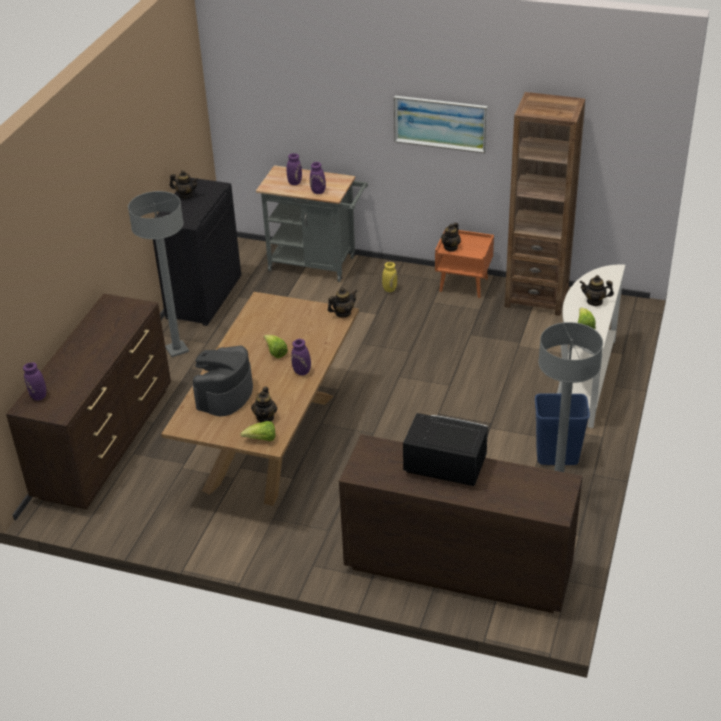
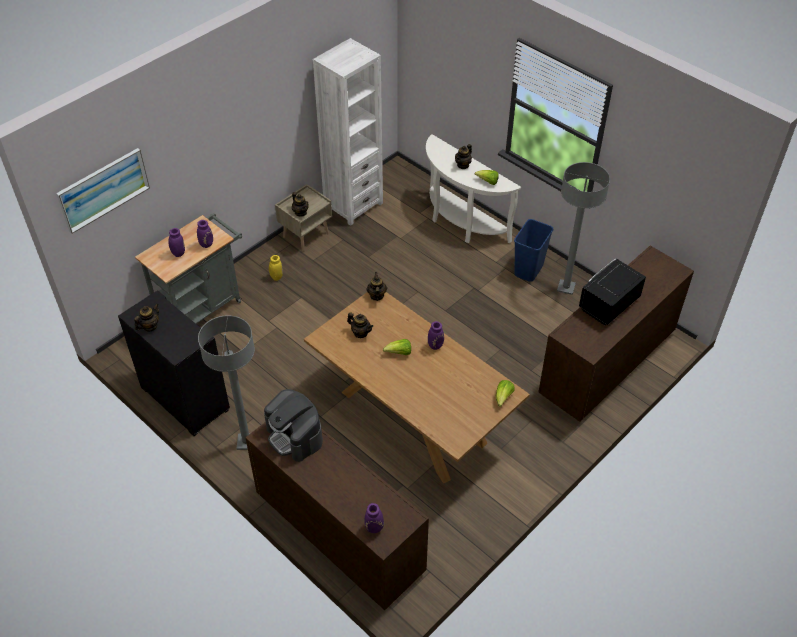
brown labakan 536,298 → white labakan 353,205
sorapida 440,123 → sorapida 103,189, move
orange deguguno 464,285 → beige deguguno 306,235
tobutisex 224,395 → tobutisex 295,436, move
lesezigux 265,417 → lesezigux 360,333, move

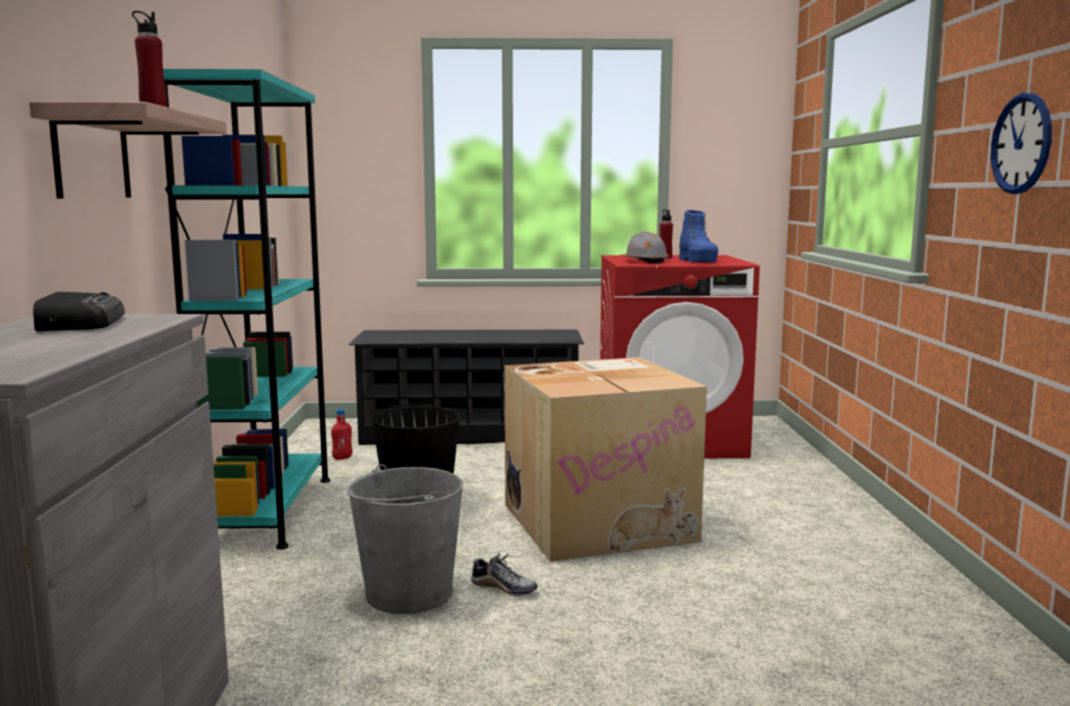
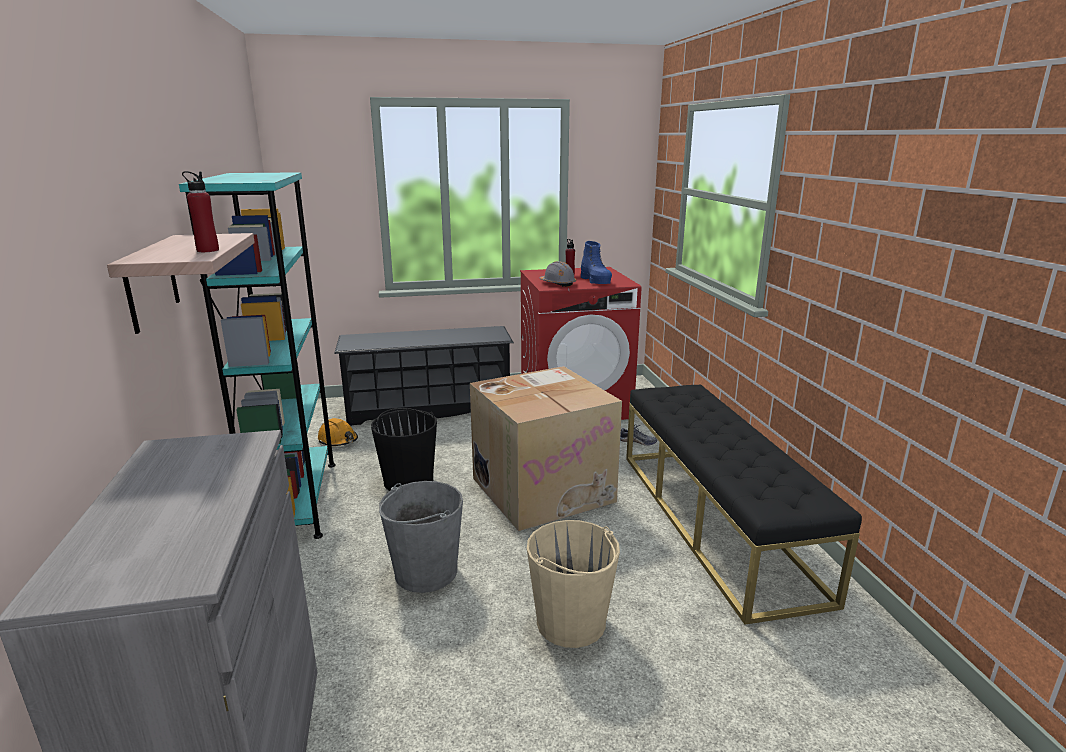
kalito 1021,144 → -
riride 80,323 → -
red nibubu 342,458 → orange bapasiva 338,440
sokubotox 504,588 → sokubotox 637,442, move
- → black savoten 715,520
- → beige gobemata 571,622

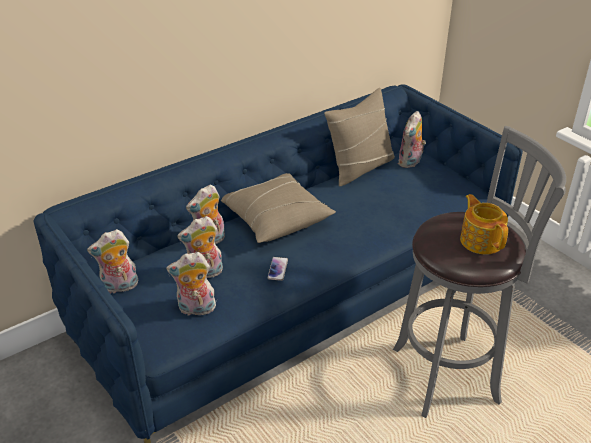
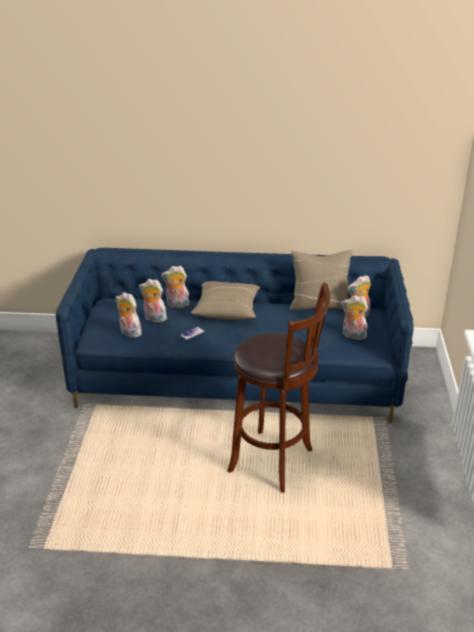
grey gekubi 451,374 → brown gekubi 275,462
lesezigux 481,240 → -
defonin 119,287 → defonin 353,336, move

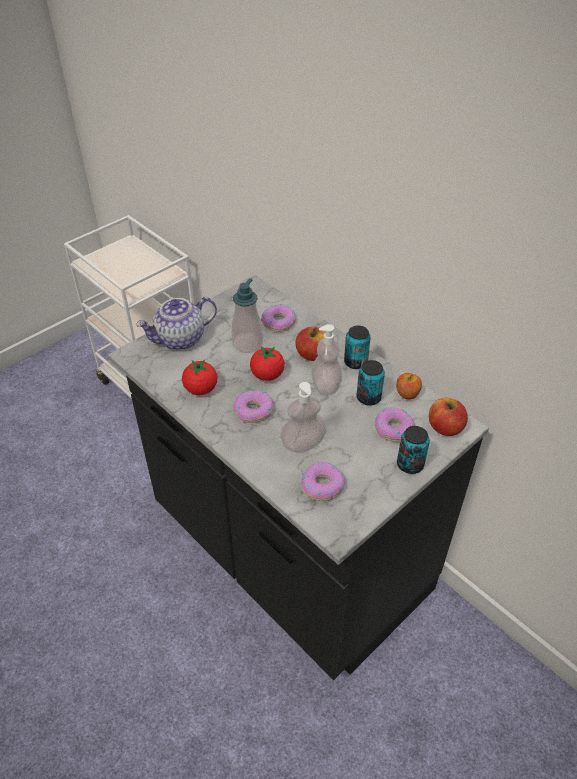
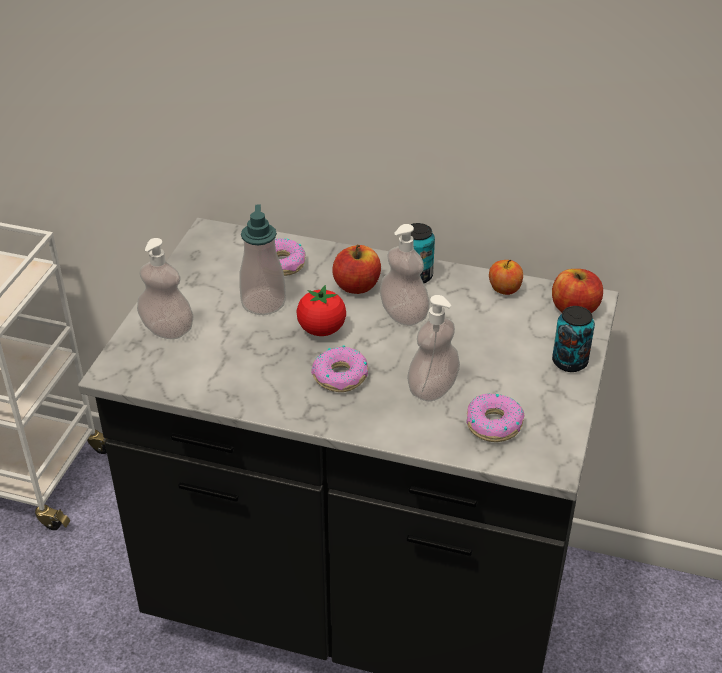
lesezigux 180,339 → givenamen 167,329
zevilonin 201,389 → -
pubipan 368,398 → -
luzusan 393,428 → -

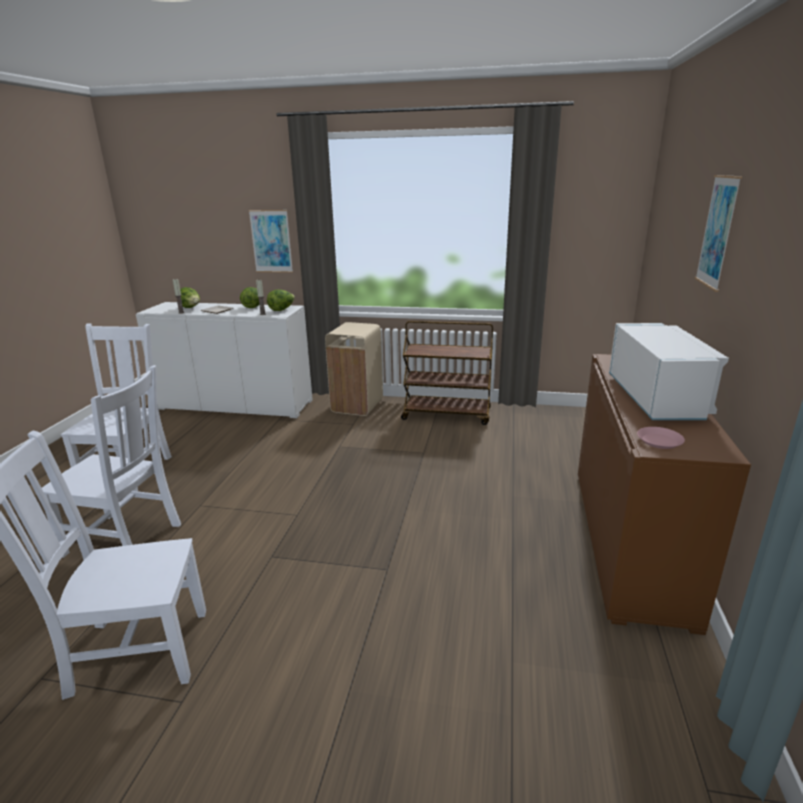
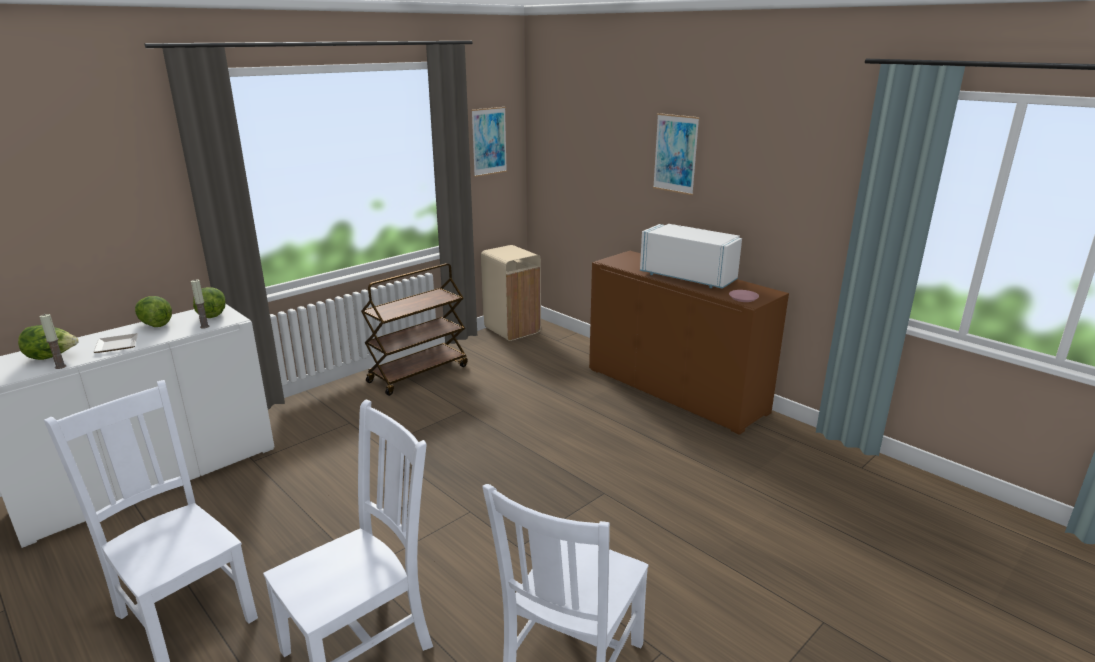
sorapida 271,241 → sorapida 489,141, move
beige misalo 358,405 → beige misalo 512,329, move

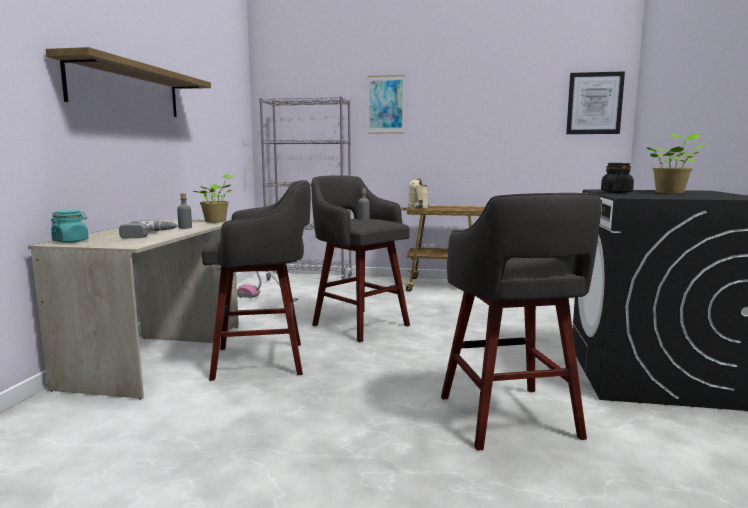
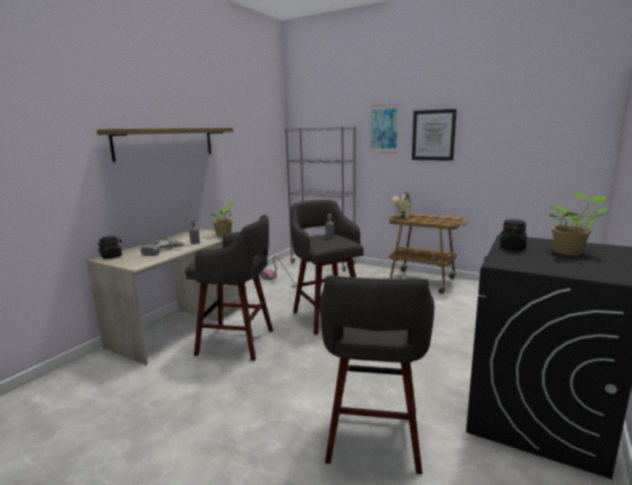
sorapida 594,103 → sorapida 433,135, move
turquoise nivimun 71,241 → black nivimun 112,257

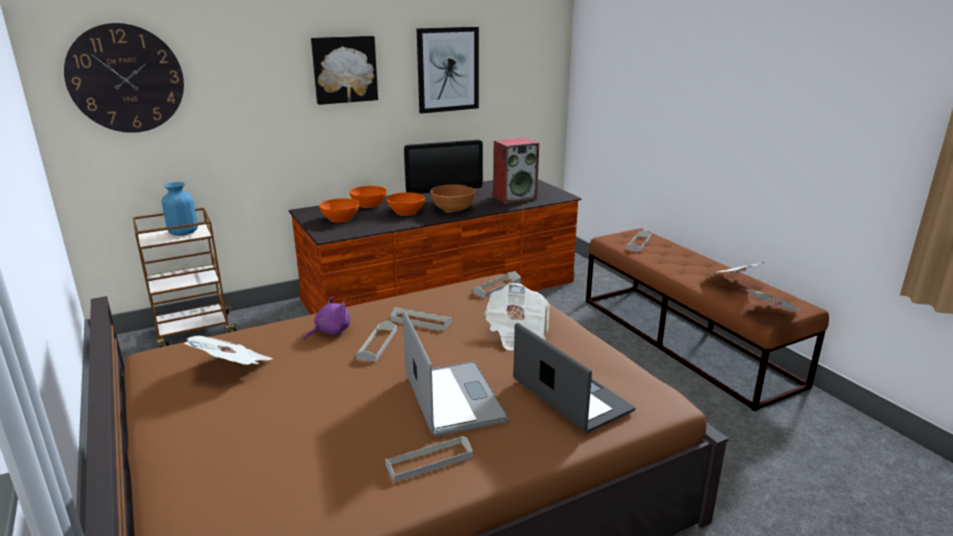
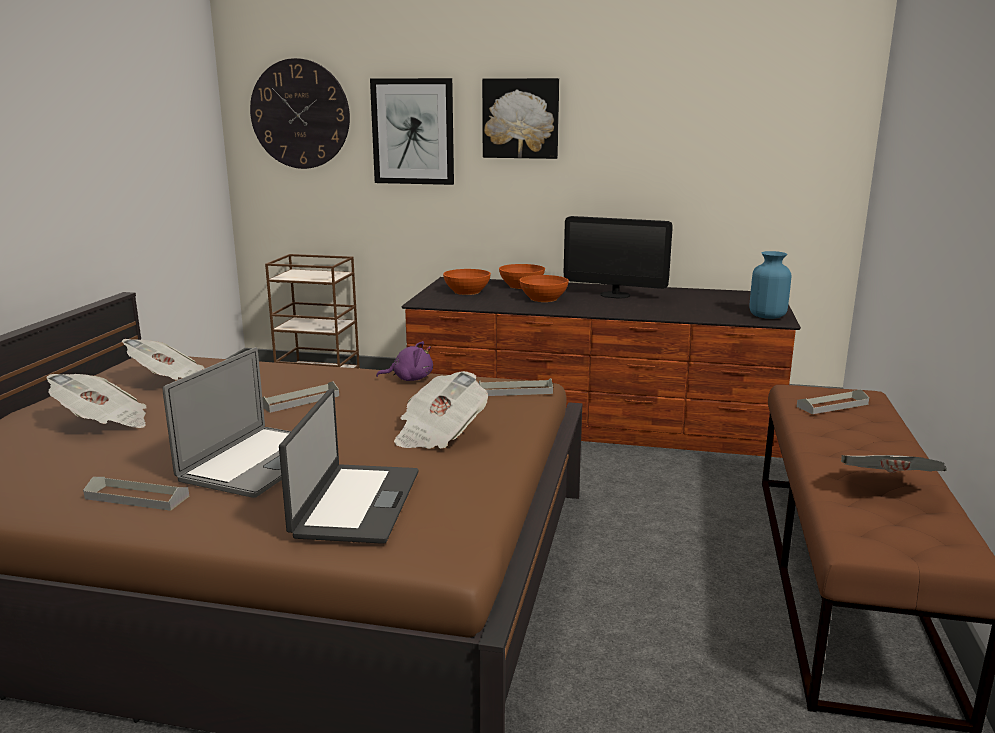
sorapida 448,69 → sorapida 413,131, move
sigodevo 515,197 → -
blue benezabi 183,232 → blue benezabi 767,316, move
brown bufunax 453,210 → -
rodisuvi 771,316 → rodisuvi 104,423, move
purple defonin 330,331 → purple defonin 410,379, move
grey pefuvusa 421,321 → -

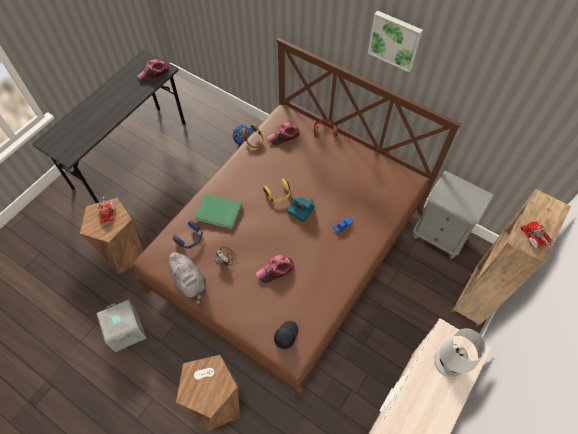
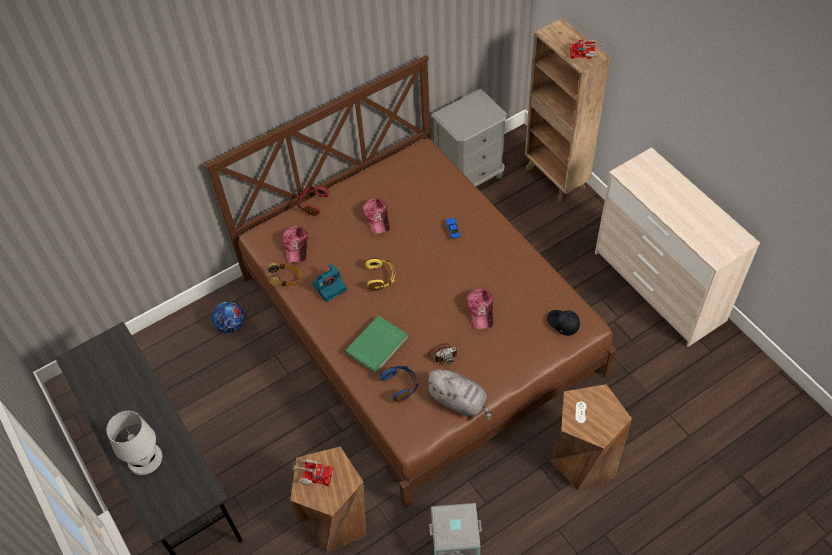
sorapida 395,40 → -
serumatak 154,73 → serumatak 377,218, move
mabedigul 301,210 → mabedigul 330,286, move
grey defonin 190,282 → grey defonin 459,401, 45 degrees clockwise
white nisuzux 450,362 → white nisuzux 145,458, move

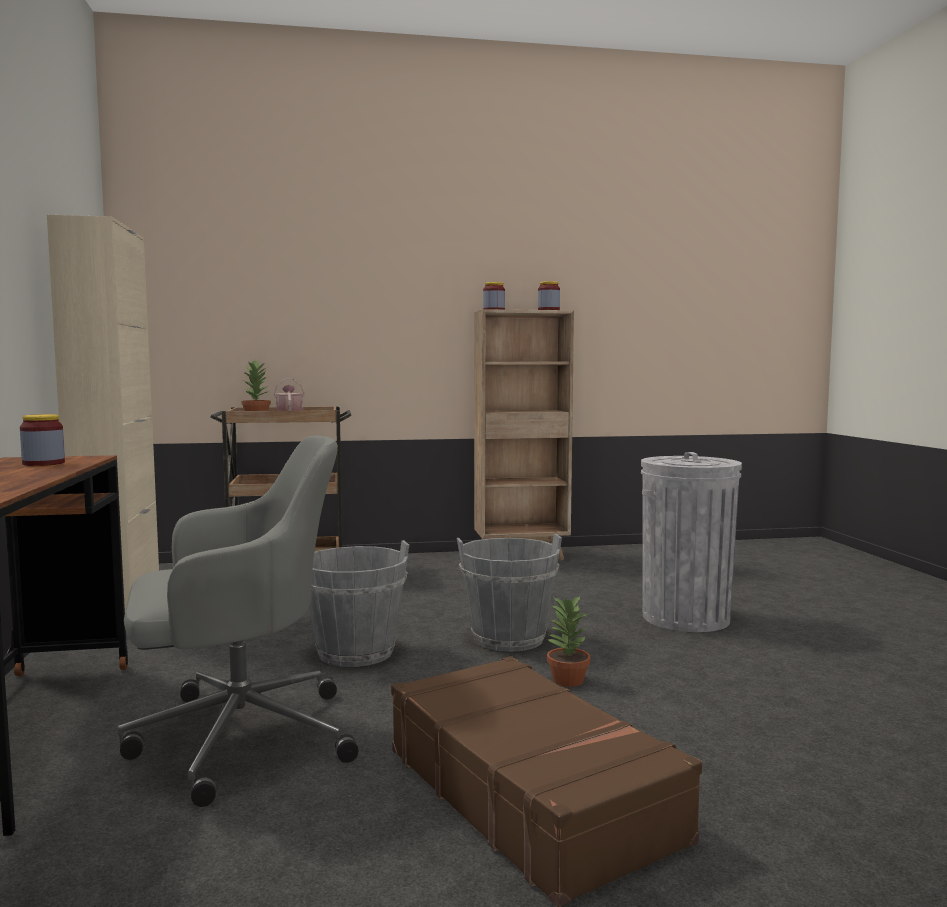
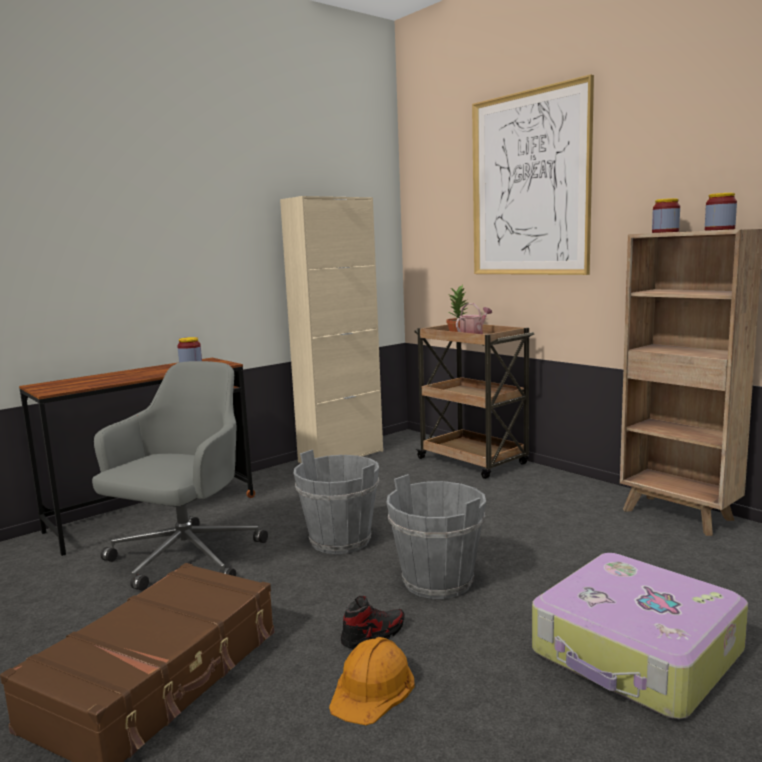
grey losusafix 237,738 → grey losusafix 184,559, 105 degrees counterclockwise
grey misalo 685,617 → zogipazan 636,654
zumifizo 567,680 → sokubotox 373,635
- → sorapida 529,184
- → orange bapasiva 372,688

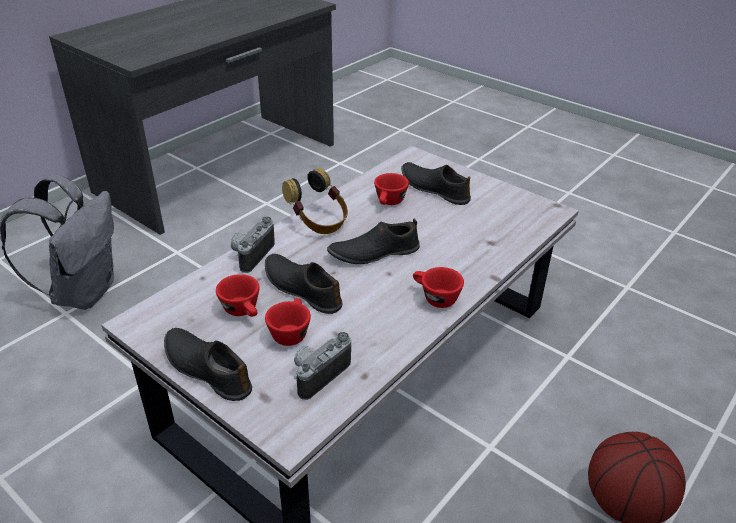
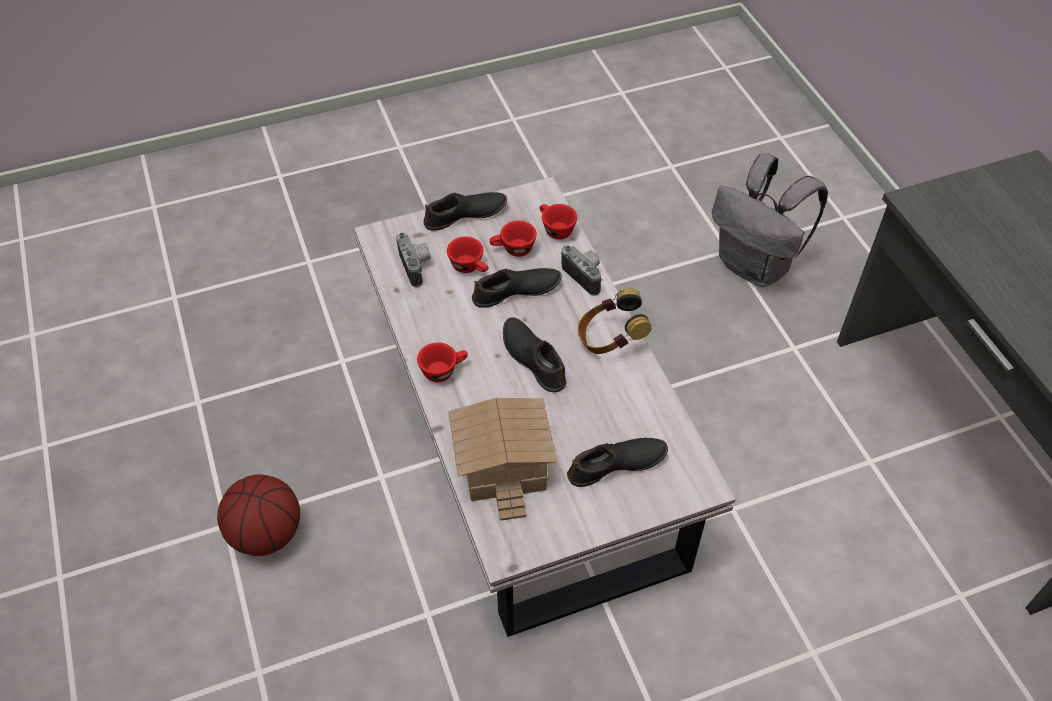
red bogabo 389,203 → red bogabo 555,229, move
black sokubotox 373,253 → black sokubotox 534,358, 45 degrees counterclockwise
- → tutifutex 505,463

